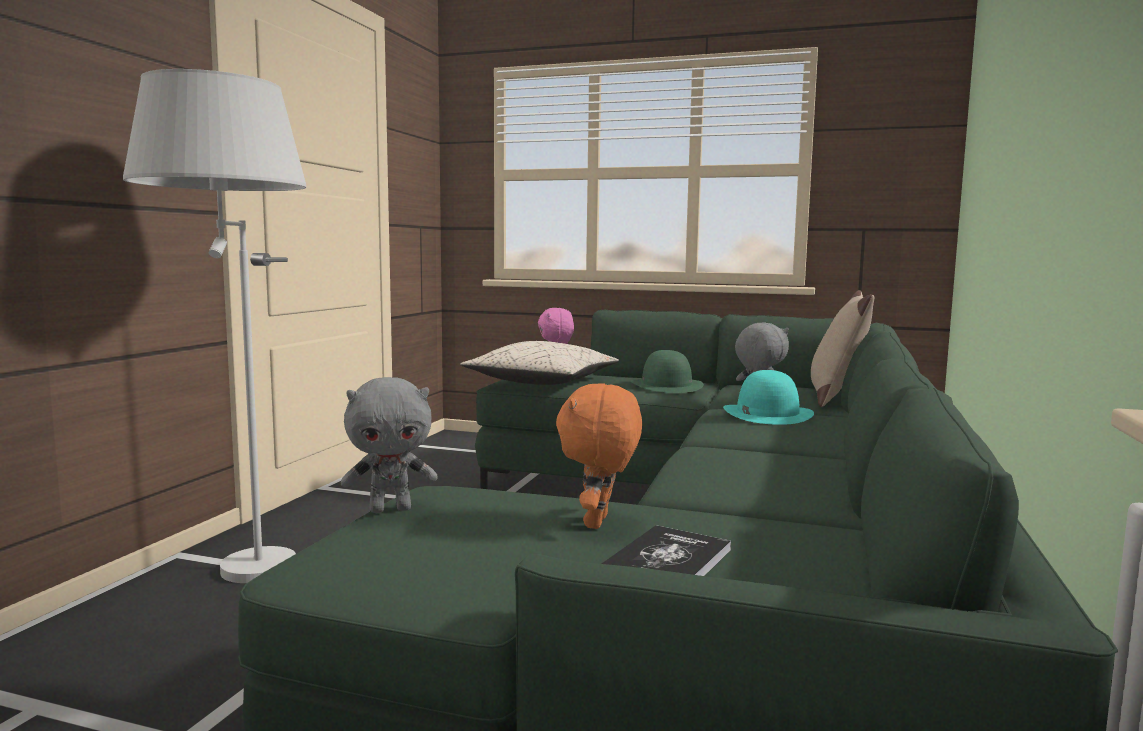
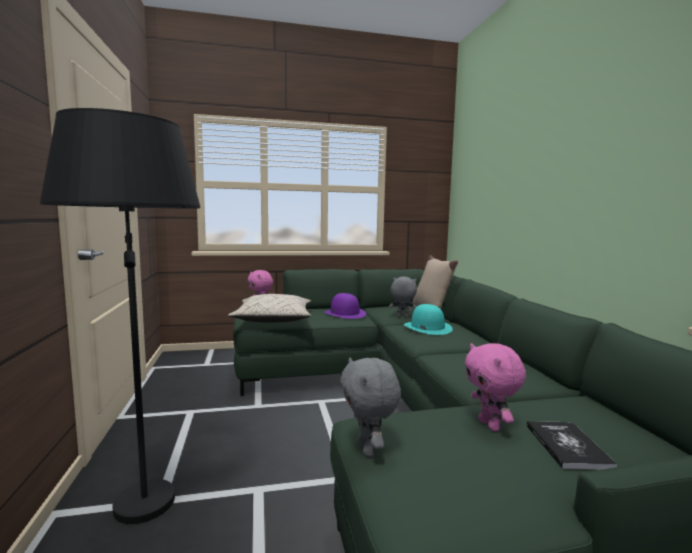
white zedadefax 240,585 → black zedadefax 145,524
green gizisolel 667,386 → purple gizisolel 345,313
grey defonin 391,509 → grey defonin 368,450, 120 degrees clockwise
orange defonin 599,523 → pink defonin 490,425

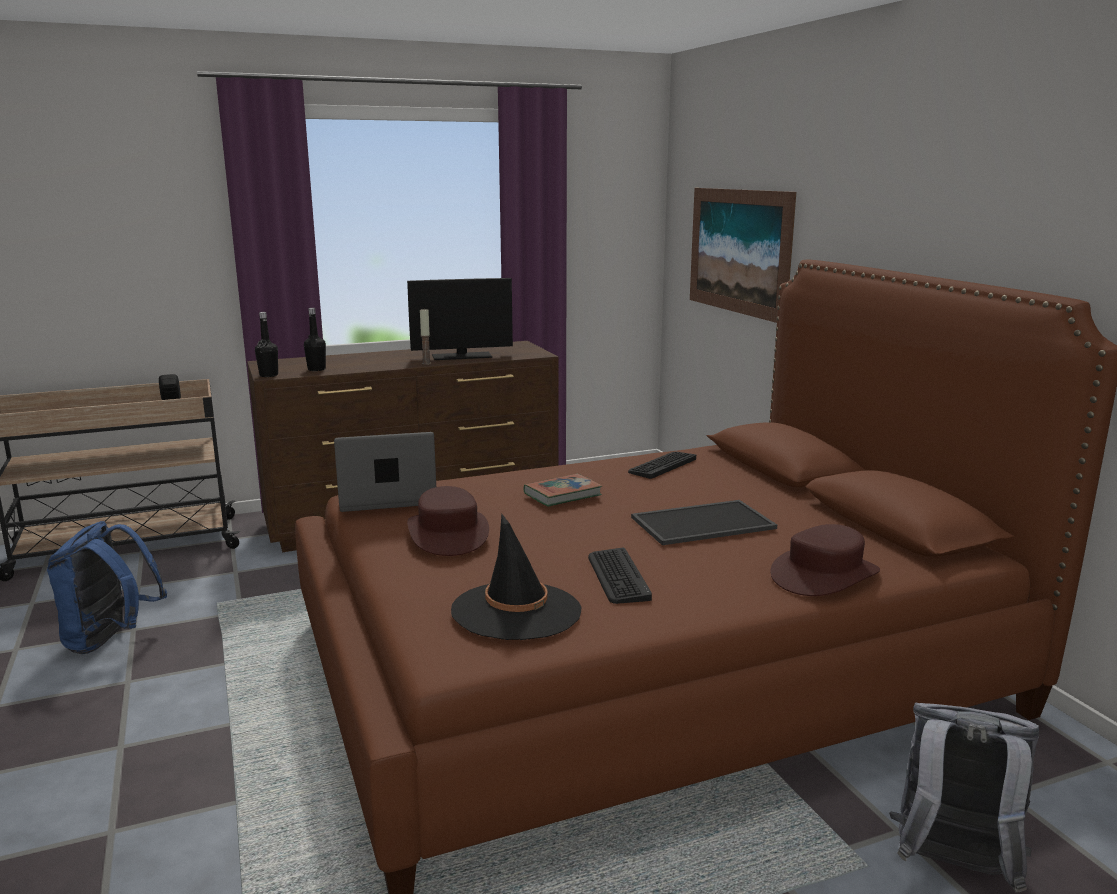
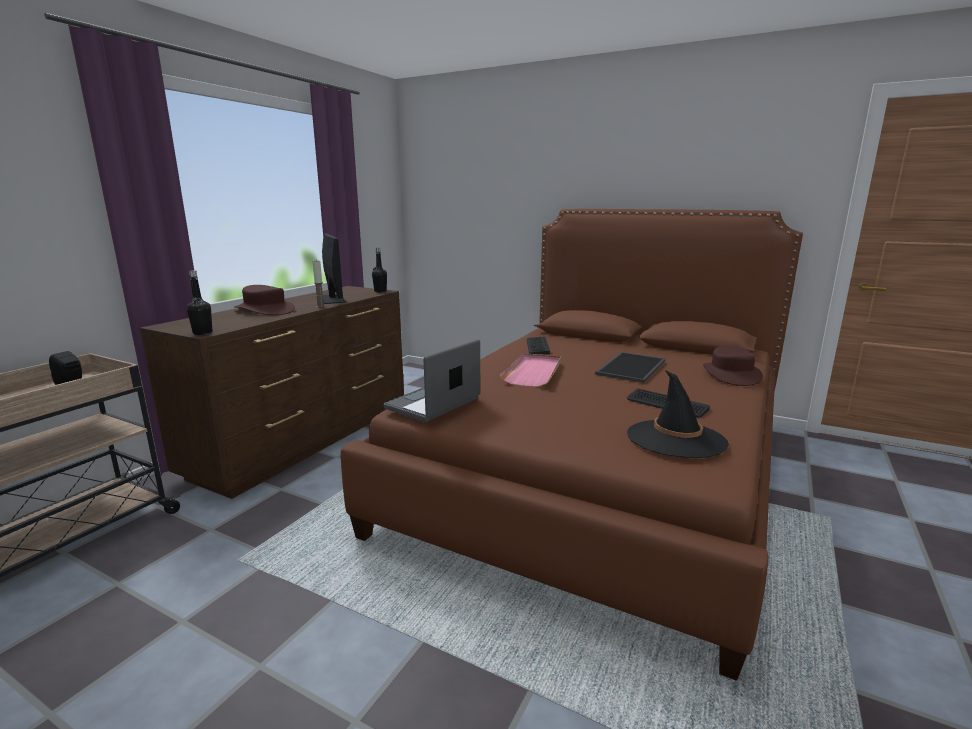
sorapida 739,251 → -
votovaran 462,356 → votovaran 332,299, 60 degrees counterclockwise
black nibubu 316,369 → black nibubu 380,291, move
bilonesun 562,494 → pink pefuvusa 533,372
brown gizisolel 448,533 → brown gizisolel 265,310, move
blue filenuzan 110,640 → -
grey filenuzan 952,868 → -

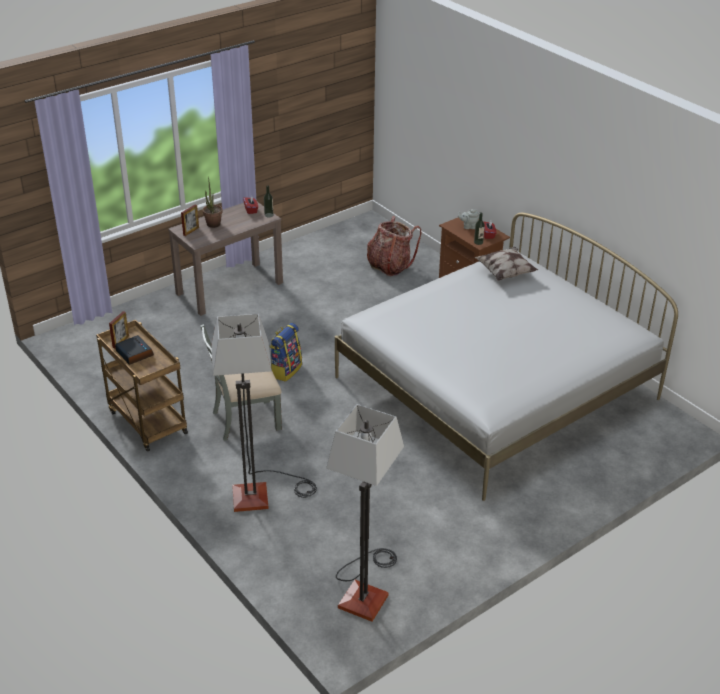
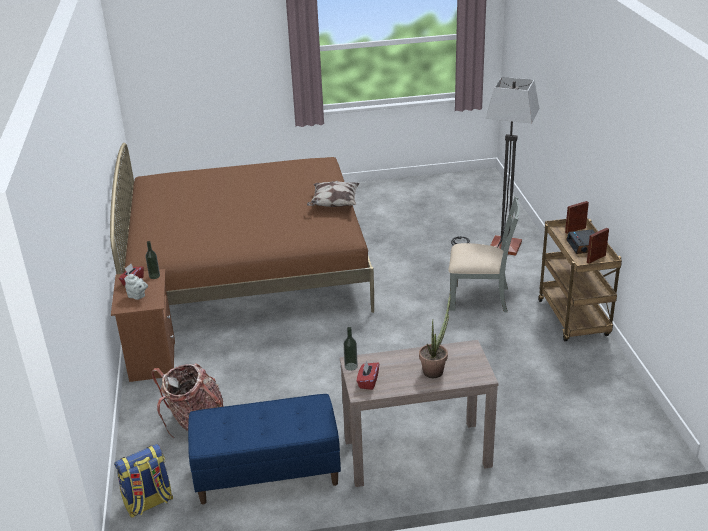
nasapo 191,231 → nasapo 575,230, move
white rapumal 496,388 → brown rapumal 247,268
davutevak 505,272 → davutevak 334,204, move
filenuzan 285,370 → filenuzan 148,503, move
zedadefax 365,590 → -
- → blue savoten 267,474

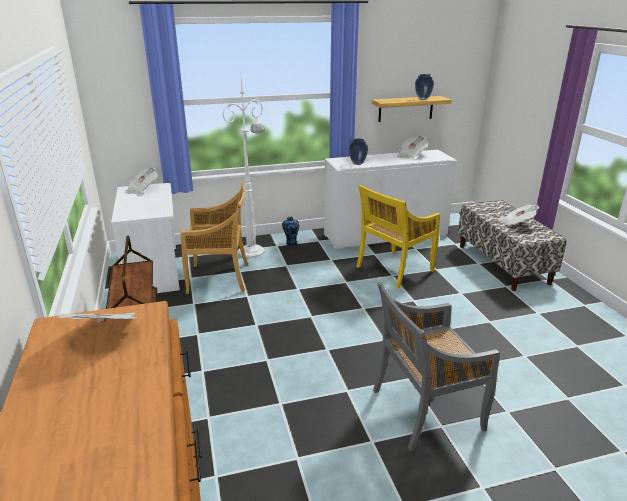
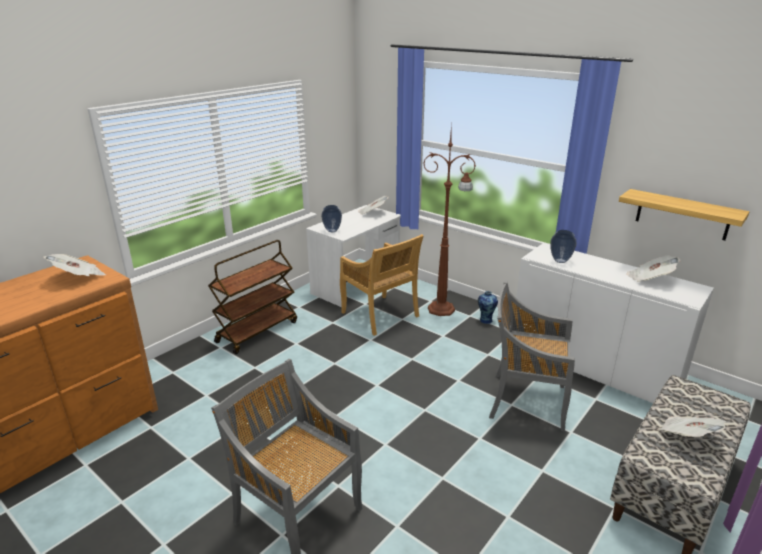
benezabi 423,99 → benezabi 332,231, move
white zedadefax 253,251 → brown zedadefax 442,309
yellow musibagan 394,269 → grey musibagan 525,401

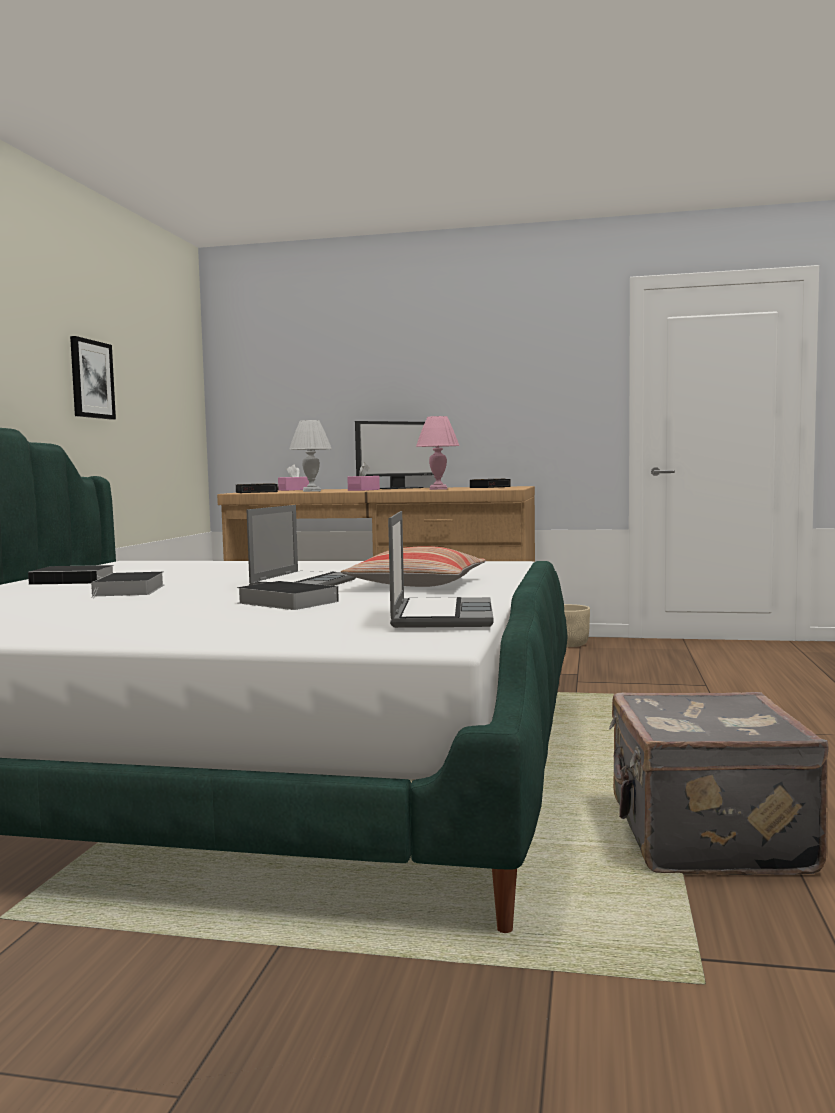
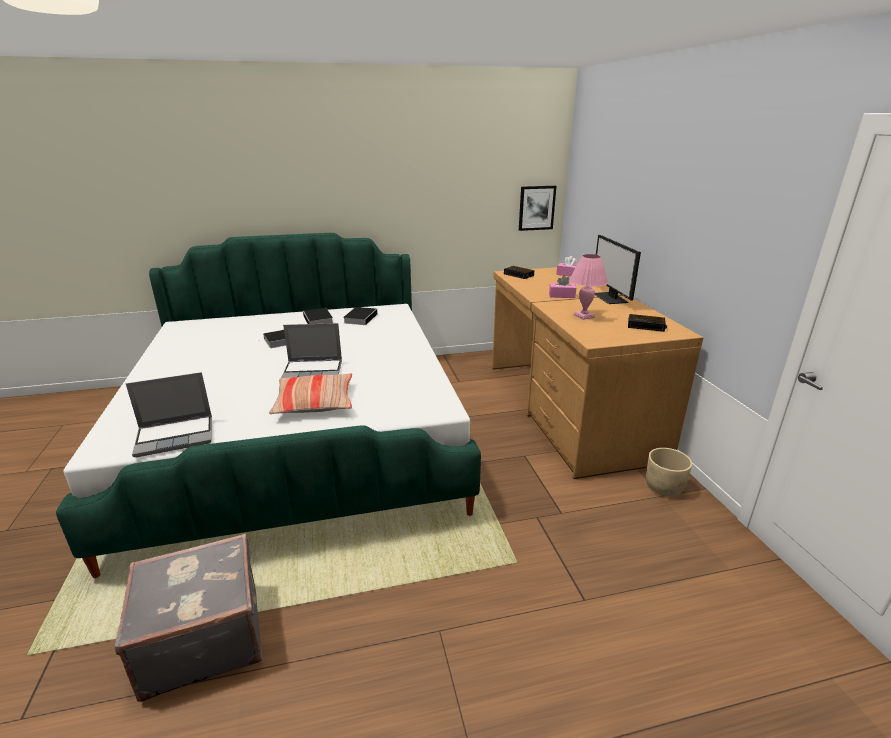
sorapida 91,379 → sorapida 536,208, move
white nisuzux 311,491 → -
votovaran 399,488 → votovaran 611,298, 45 degrees clockwise
bilonesun 284,602 → bilonesun 360,318, move

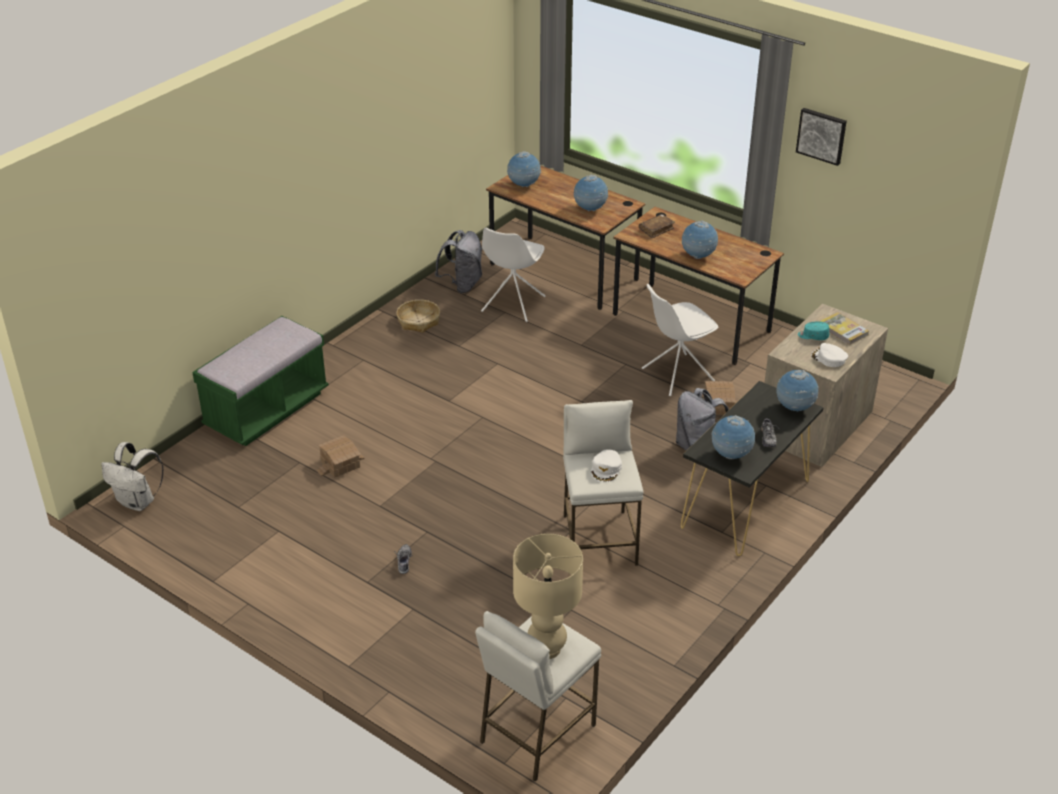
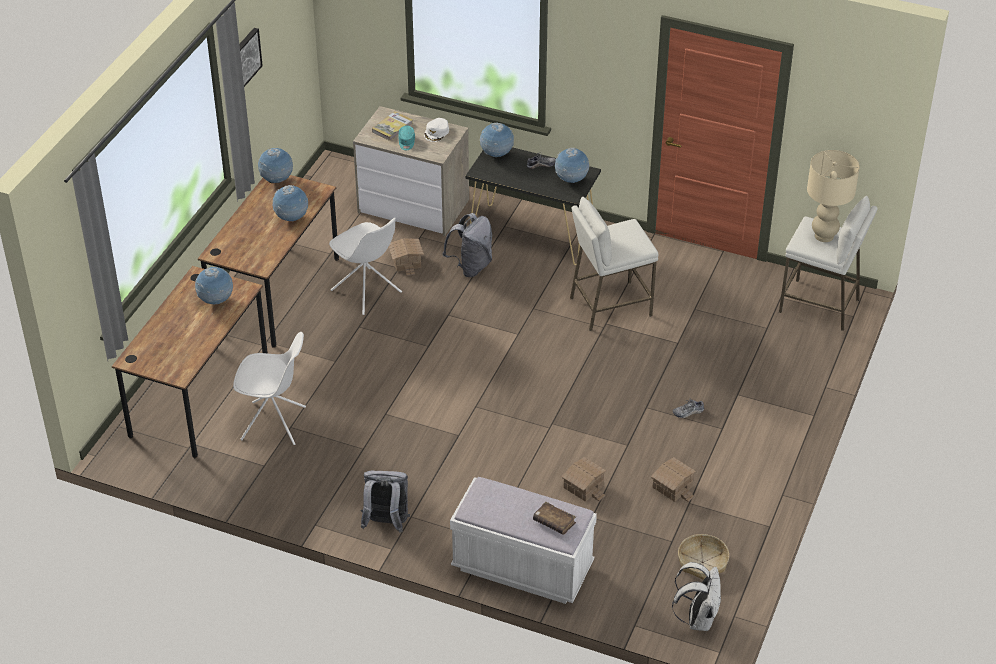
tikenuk 524,185 → tikenuk 277,180, move
brown bilonesun 656,229 → brown bilonesun 554,522, move
grey filenuzan 462,285 → grey filenuzan 386,523, move
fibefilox 418,321 → fibefilox 702,562, move
green savoten 267,410 → white savoten 522,568
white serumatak 606,469 → -
- → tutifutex 671,487

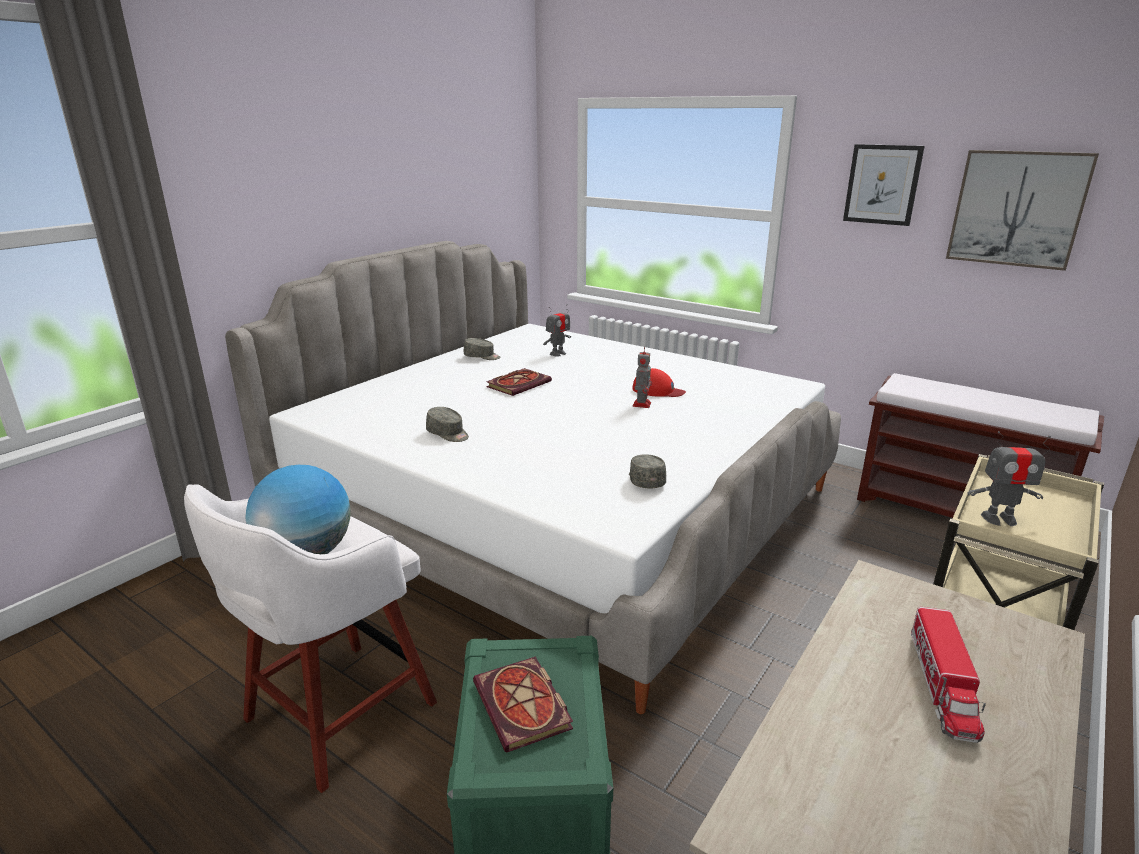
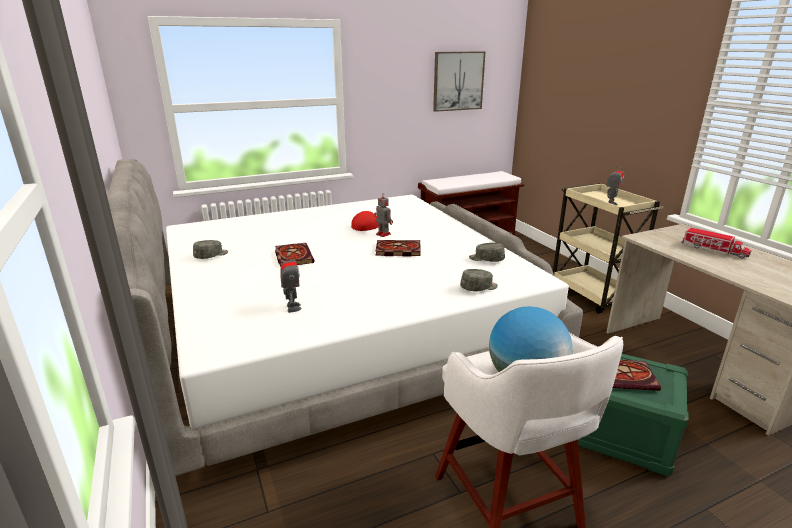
sorapida 882,184 → -
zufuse 558,354 → zufuse 292,307, move
grey serumatak 448,434 → grey serumatak 479,288, move
- → bilonesun 397,250

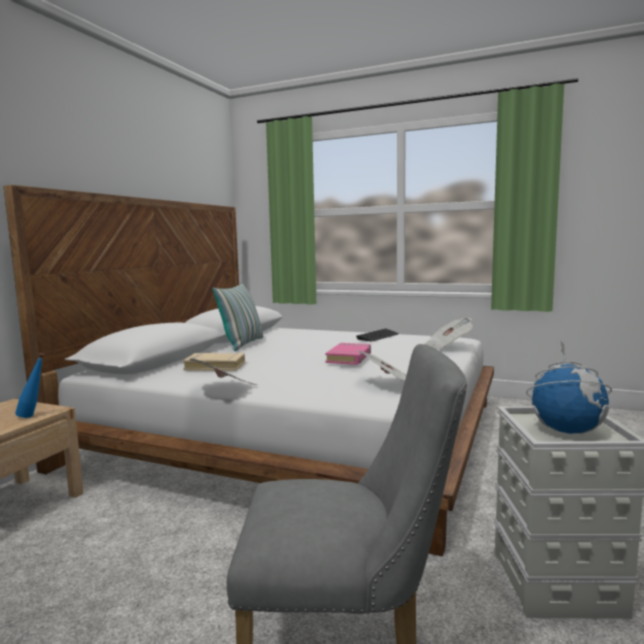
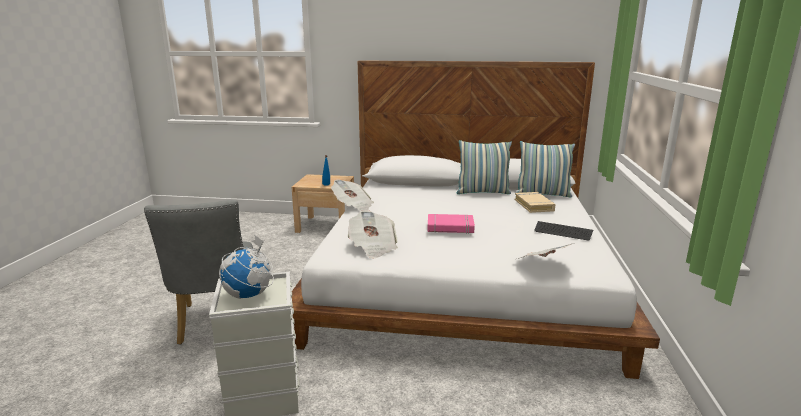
beige bilonesun 215,366 → beige bilonesun 534,205, move
- → davutevak 542,194

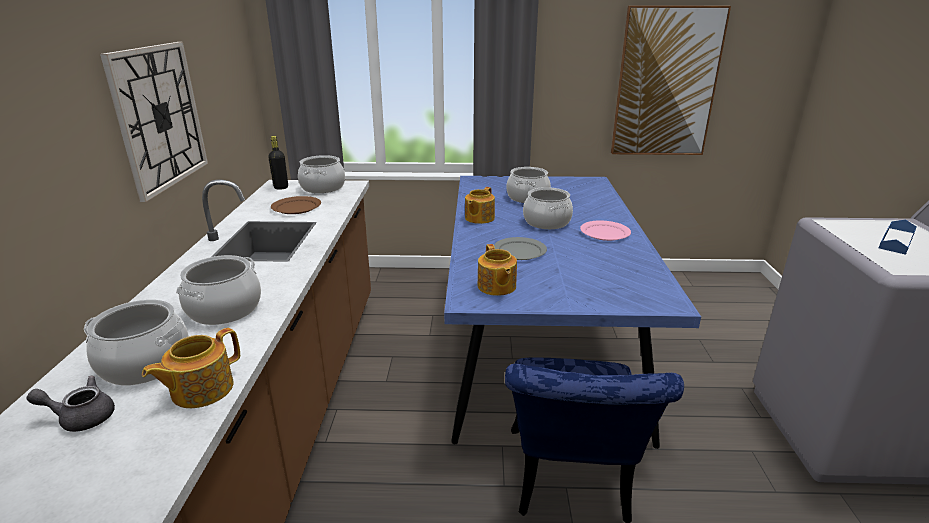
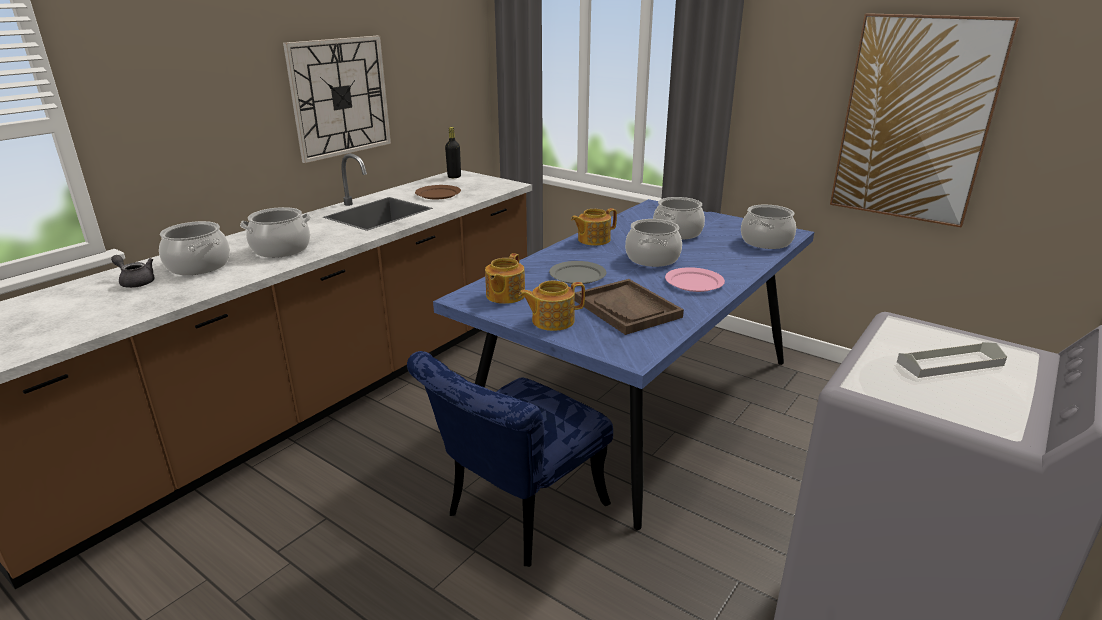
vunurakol 323,187 → vunurakol 766,242, move
blue pefuvusa 896,240 → grey pefuvusa 950,364
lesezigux 201,389 → lesezigux 552,321, move
- → brown pefuvusa 627,309

